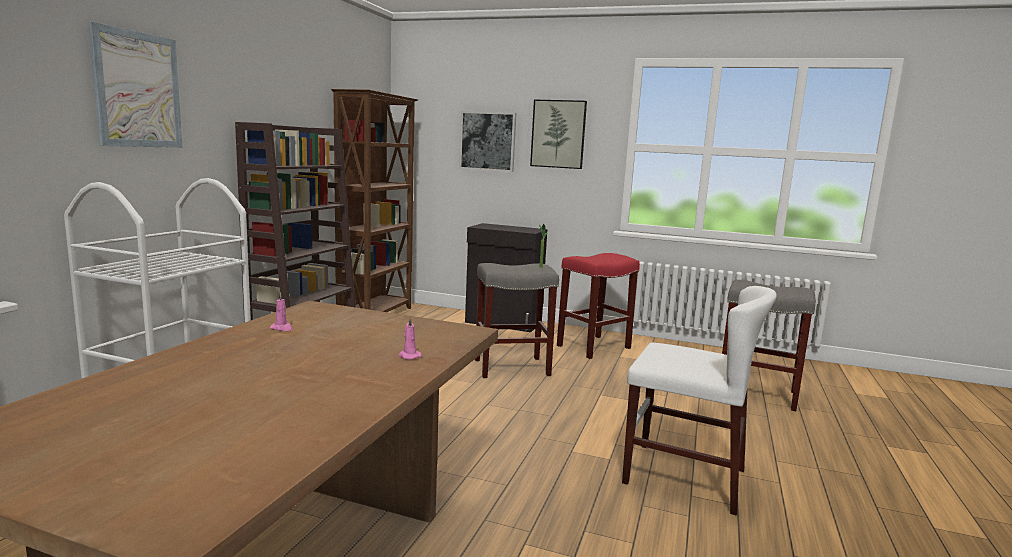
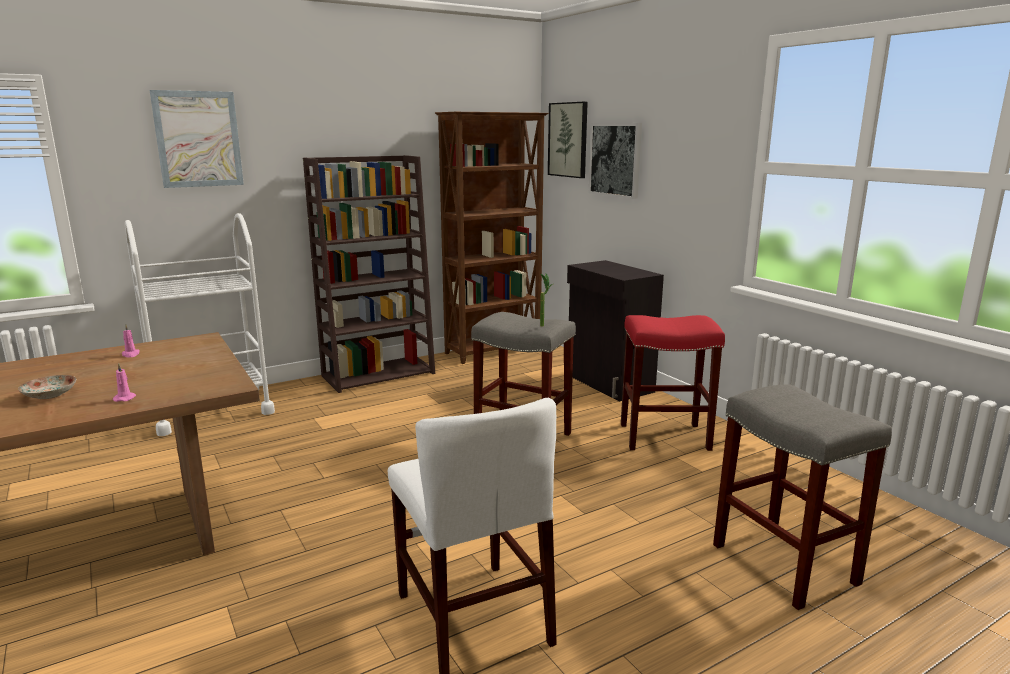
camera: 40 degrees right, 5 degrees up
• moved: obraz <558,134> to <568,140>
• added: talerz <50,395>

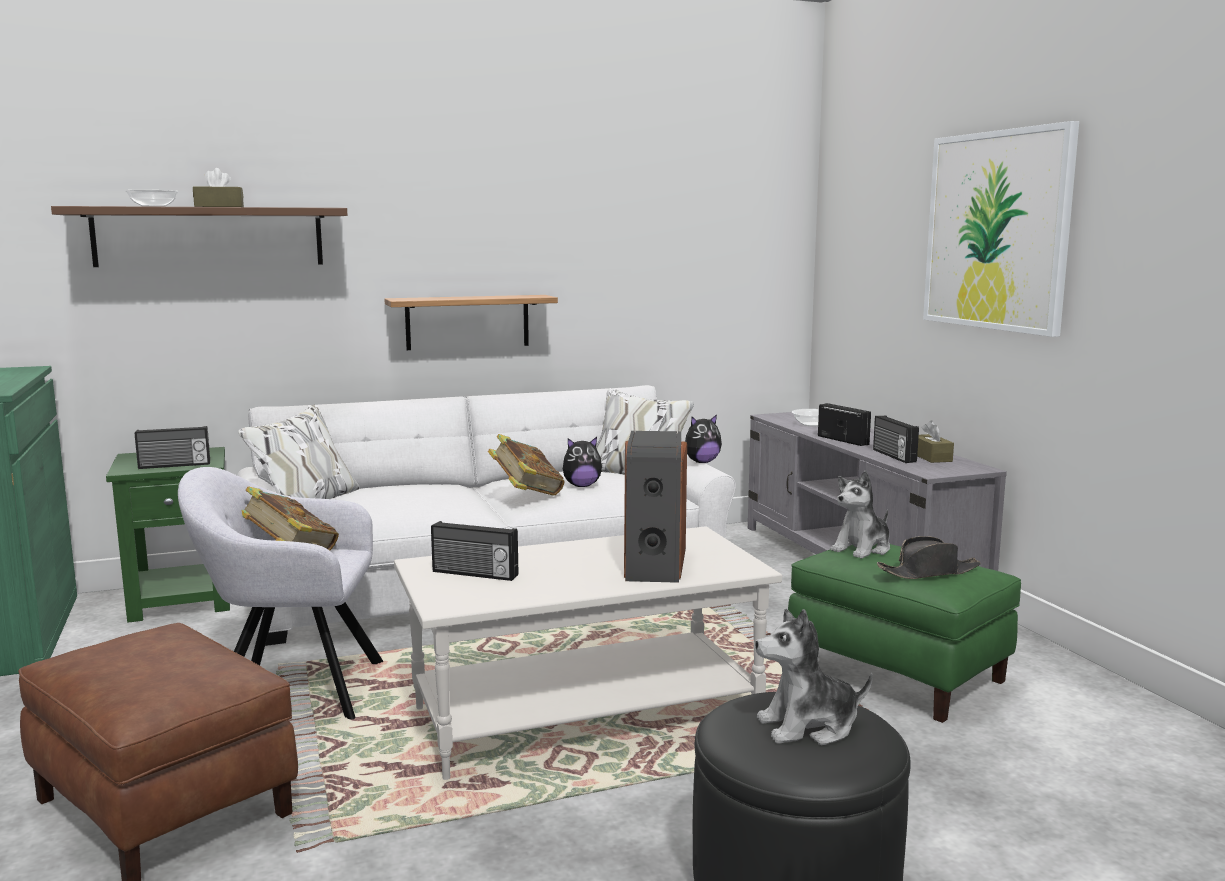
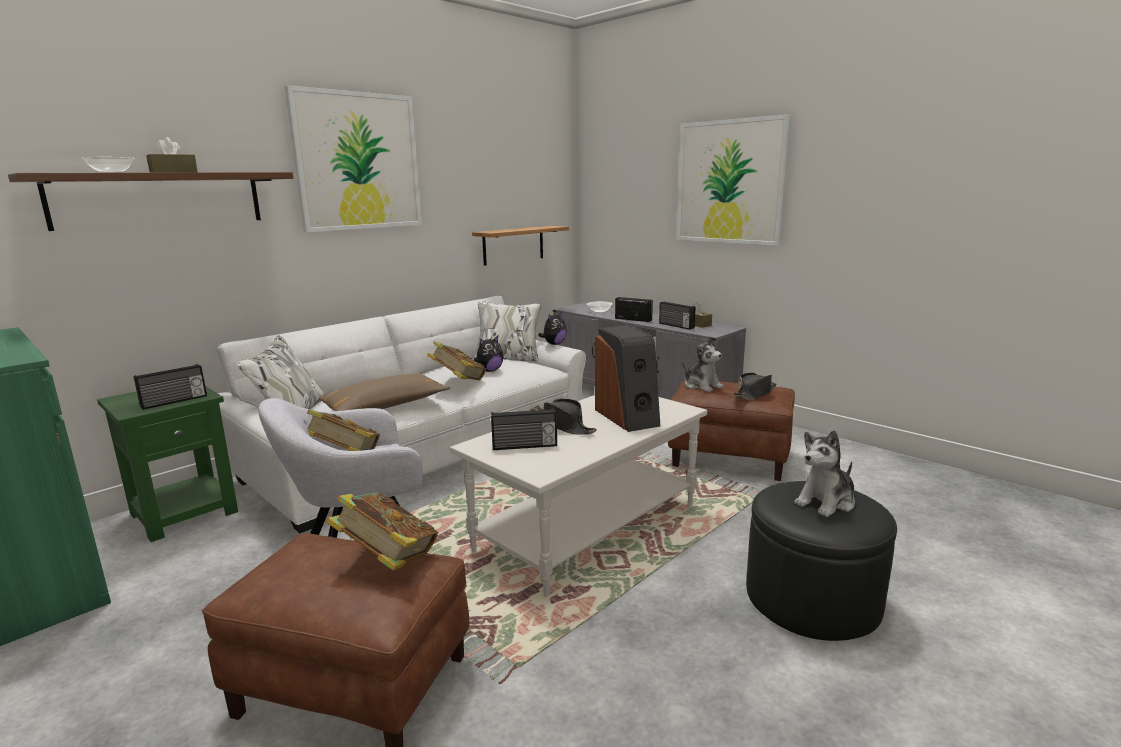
camera: 25 degrees left, 5 degrees up
• moved: półka <467,322> to <513,245>
• turned: pluszak <862,549> = <701,386> 60 degrees counterclockwise
• recoloured: pufa (zielony) <898,674> to pufa (brązowy) <730,457>
• added: obraz <358,162>
• added: poduszka (brązowy) <385,406>
• added: kapelusz (czarny) <562,425>
• added: książka <387,560>

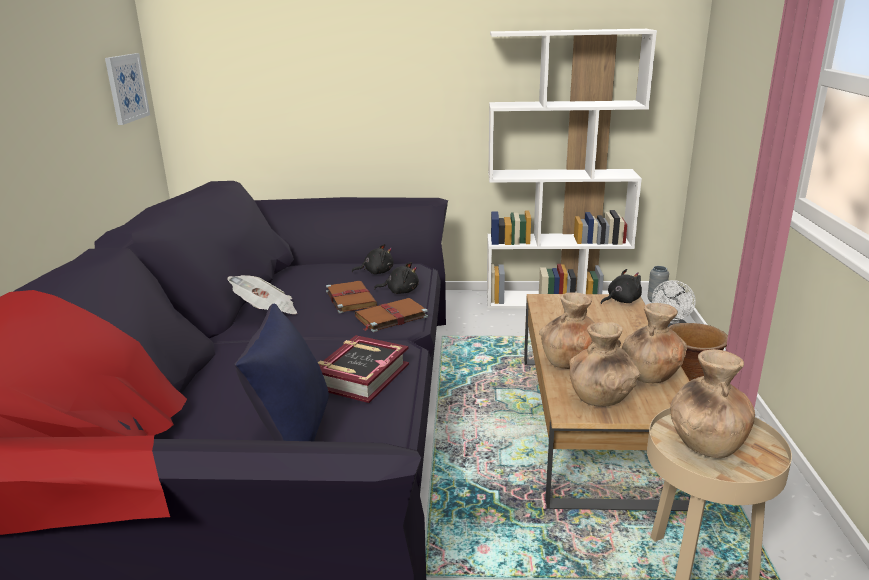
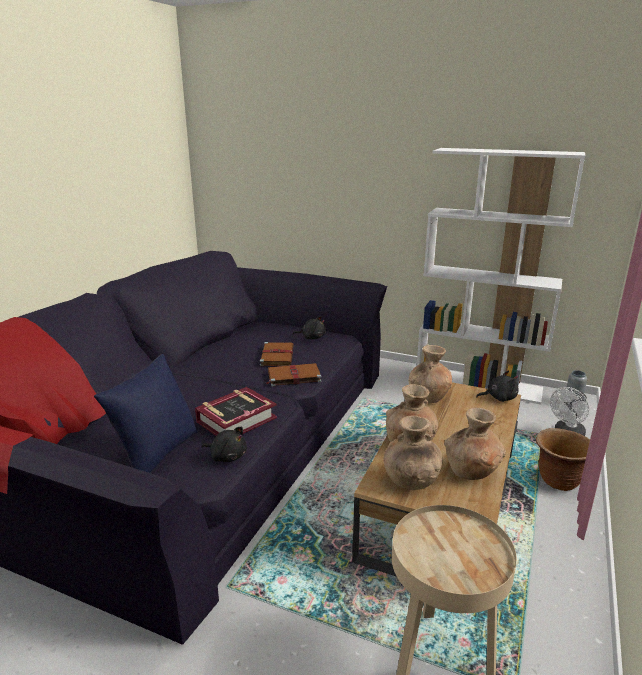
camera: 20 degrees right, 0 degrees up
• removed: obraz <126,88>
• moved: pluszak (czarny) <400,291> to <227,456>
• removed: gazeta <266,311>
• moved: wazon (brązowy) <706,442> to <428,397>

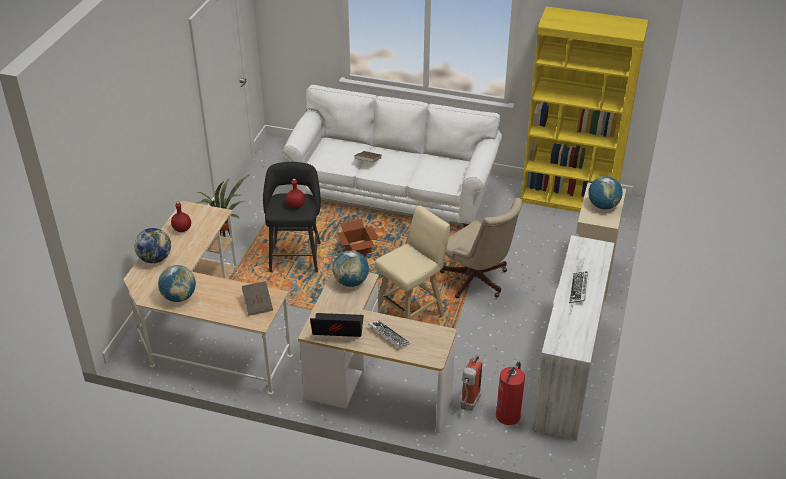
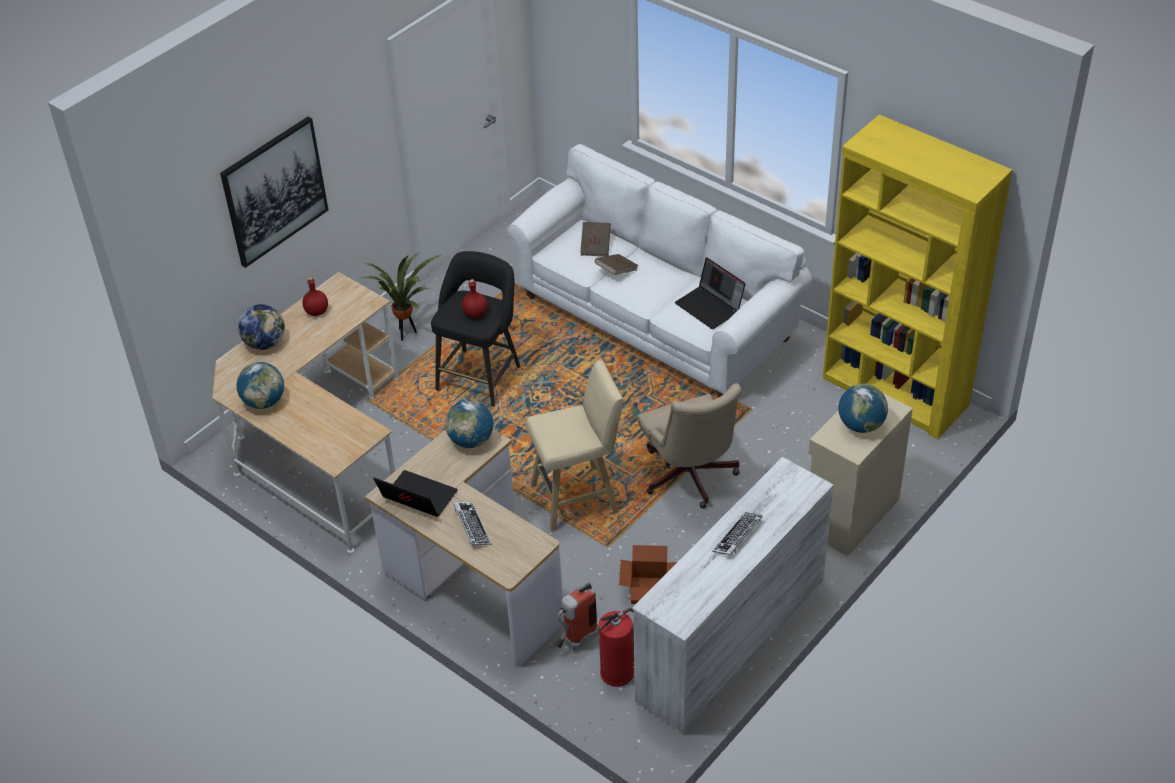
camera: 25 degrees right, 5 degrees up
• moved: karton <357,249> to <648,591>
• moved: książka (brązowy) <258,304> to <595,246>
• added: obraz <274,191>
• added: laptop <710,307>

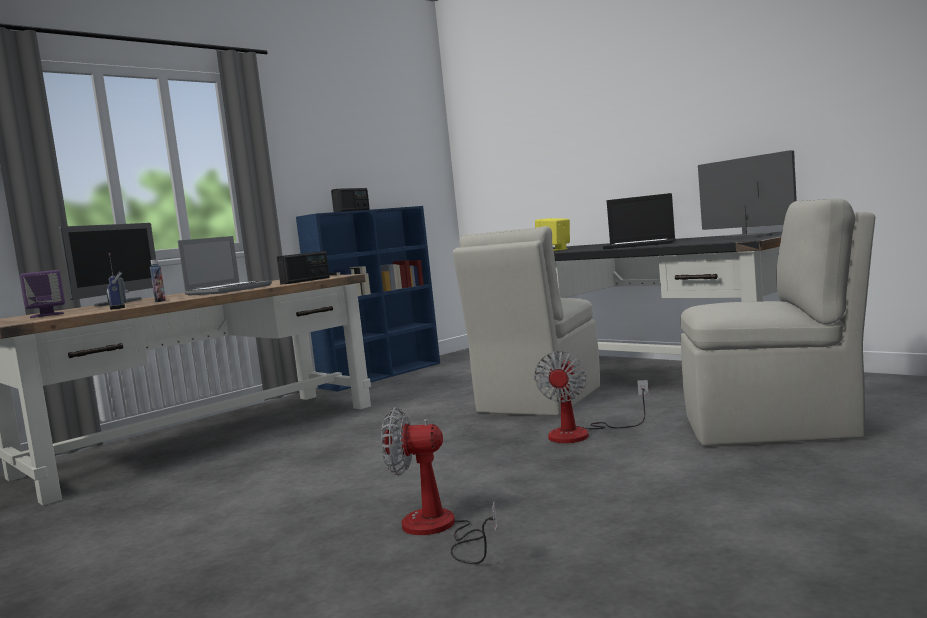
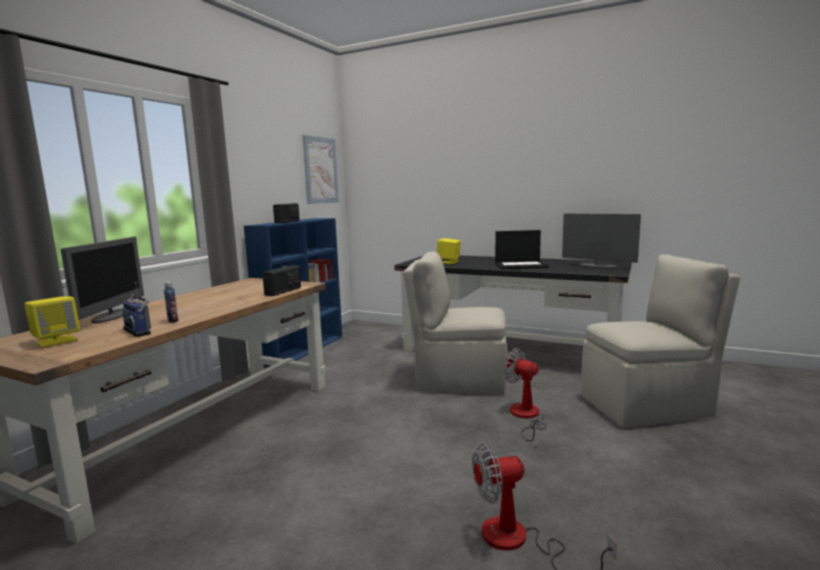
camera: 20 degrees left, 5 degrees up
• turned: krzesło (beżowy) <538,401> = <459,380> 90 degrees clockwise
• removed: laptop <229,290>
• recoloured: głośnik (fioletowy) <47,315> to głośnik (żółty) <56,341>
• turned: wentylator <582,433> = <526,417> 135 degrees clockwise
• added: obraz <320,170>

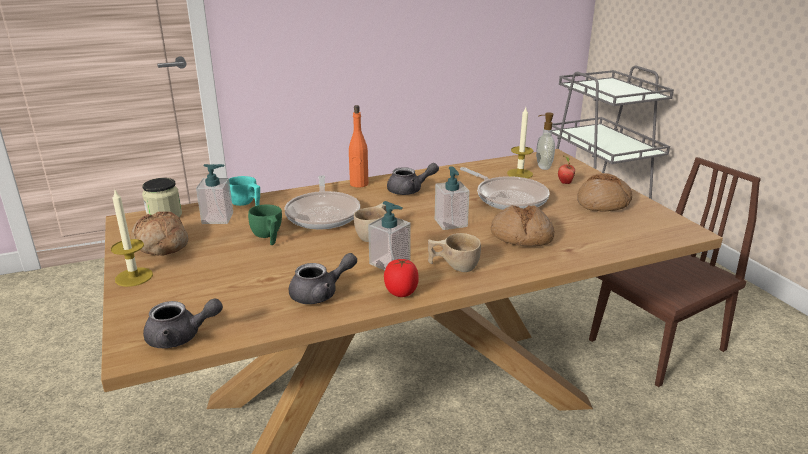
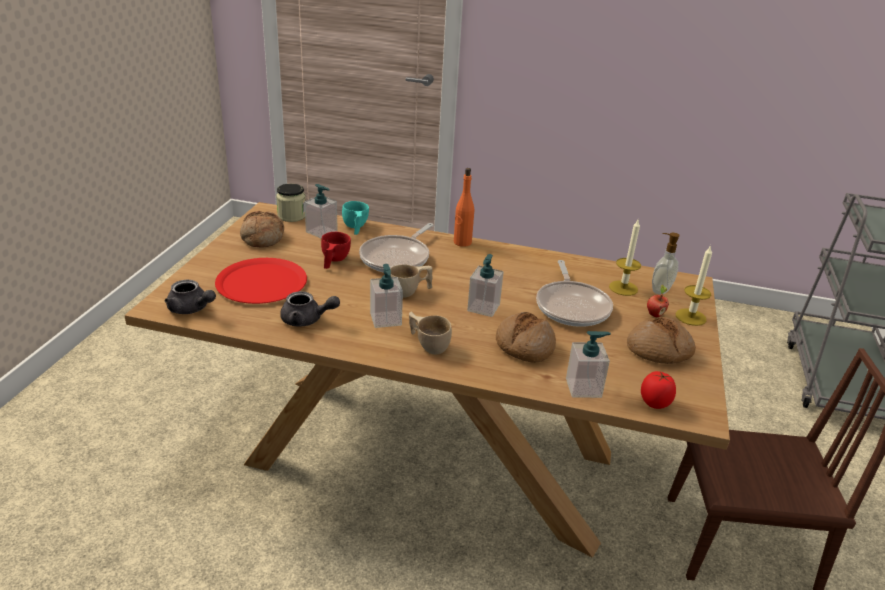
camera: 35 degrees right, 5 degrees up
• removed: imbryk (szary) <410,190>
• moved: świeca <134,277> to <690,317>
• recoloured: filiżanka (zielony) <268,237> to filiżanka (czerwony) <333,261>
• moved: pomidor <401,292> to <654,403>
• added: talerz (czerwony) <261,283>
• added: dozownik mydła <583,388>

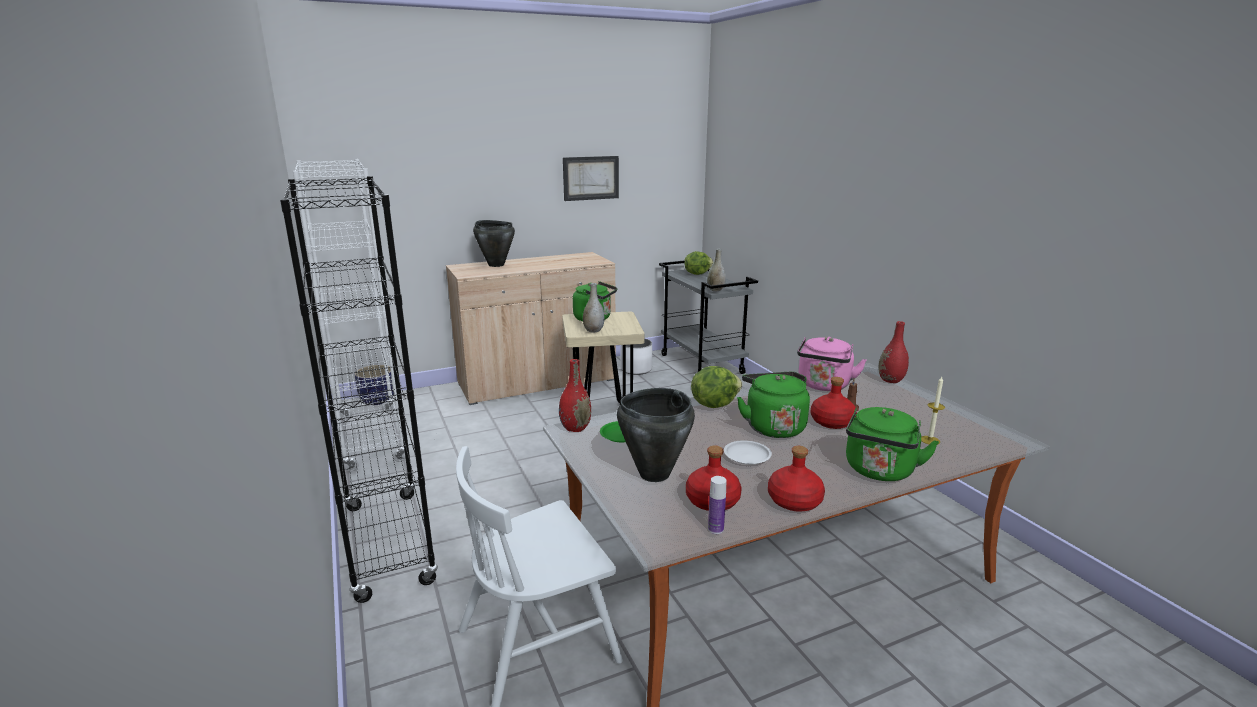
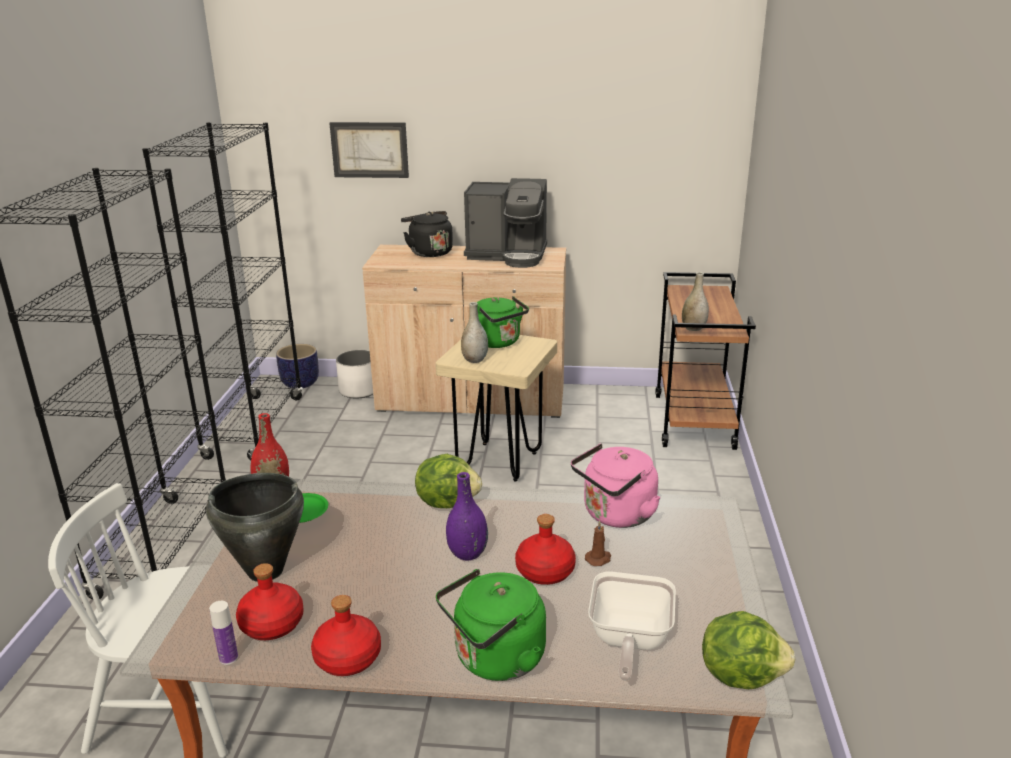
camera: 30 degrees right, 5 degrees up
• moved: obraz <591,178> to <369,150>
• recoloured: regał (biały) <371,438> to regał (czarny) <255,427>
• replaced: garnek (czarny) <496,265> to czajnik (czarny) <429,252>
• moved: sałata <697,273> to <740,674>
• recoloured: wózek (szary) <702,364> to wózek (brązowy) <695,422>
• removed: wazon (czerwony) <891,380>
• moved: donica (biały) <635,369> to <358,390>
• replaced: czajnik (zielony) <773,426> to wazon (fioletowy) <467,554>
• replaced: świeca <930,440> to patelnia <628,641>
• removed: talerz (biały) <747,456>
• added: ekspres do kawy <508,255>

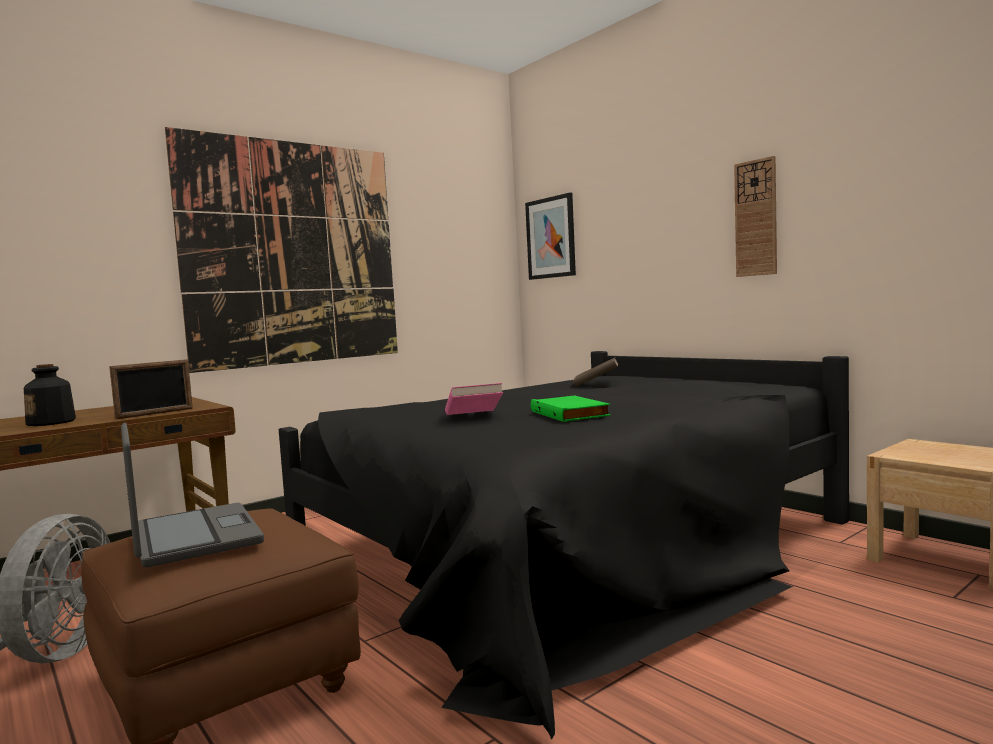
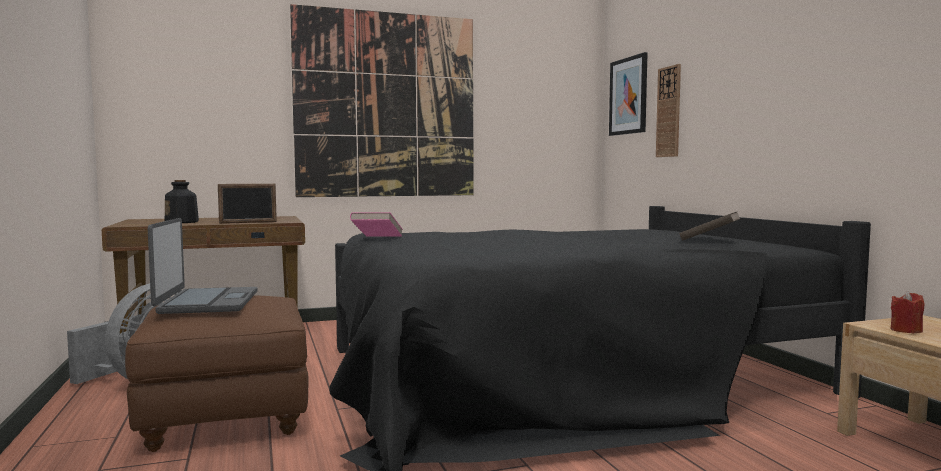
camera: 20 degrees right, 0 degrees up
• moved: zegar ścienny <756,218> to <669,112>
• moved: książka (brązowy) <596,384> to <709,240>
• moved: książka (różowy) <473,416> to <377,238>
• removed: książka (zielony) <571,413>
• added: świeca (czerwony) <906,330>

